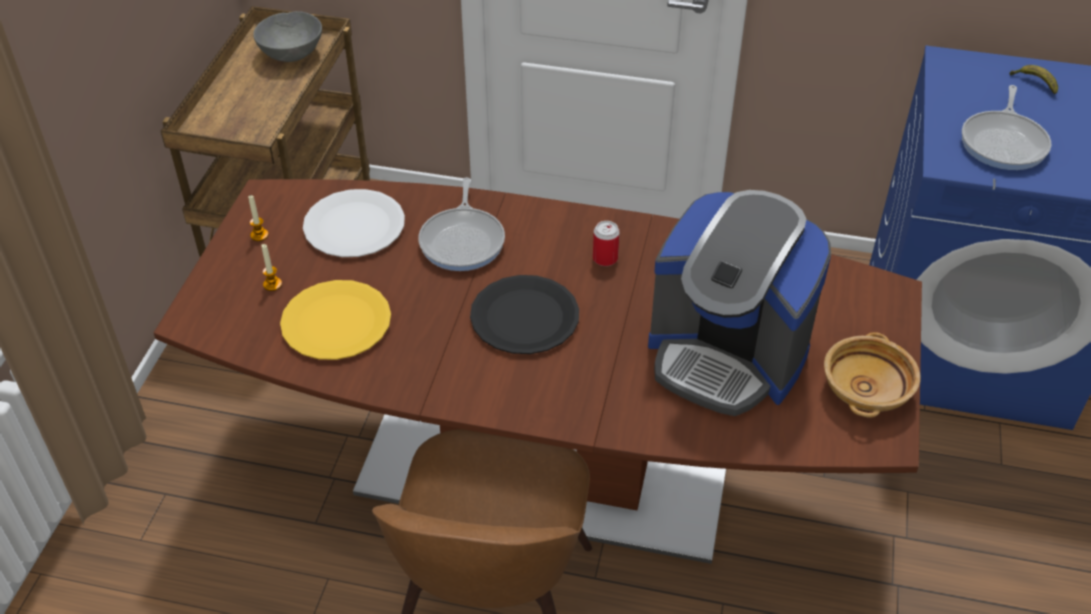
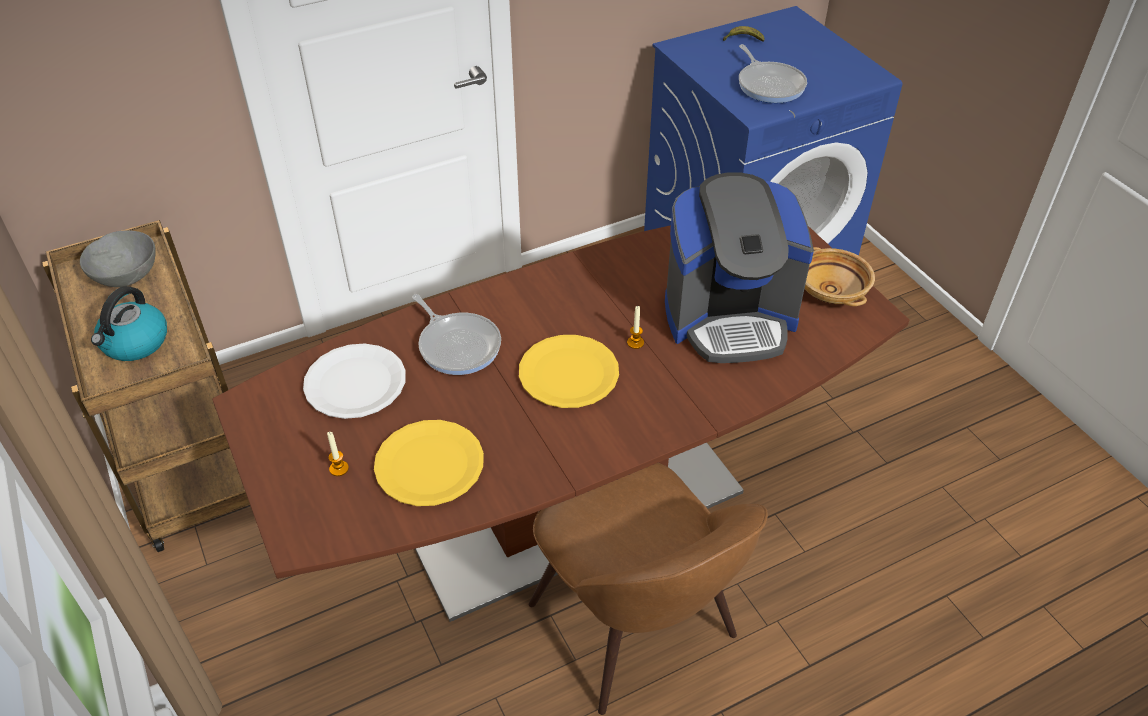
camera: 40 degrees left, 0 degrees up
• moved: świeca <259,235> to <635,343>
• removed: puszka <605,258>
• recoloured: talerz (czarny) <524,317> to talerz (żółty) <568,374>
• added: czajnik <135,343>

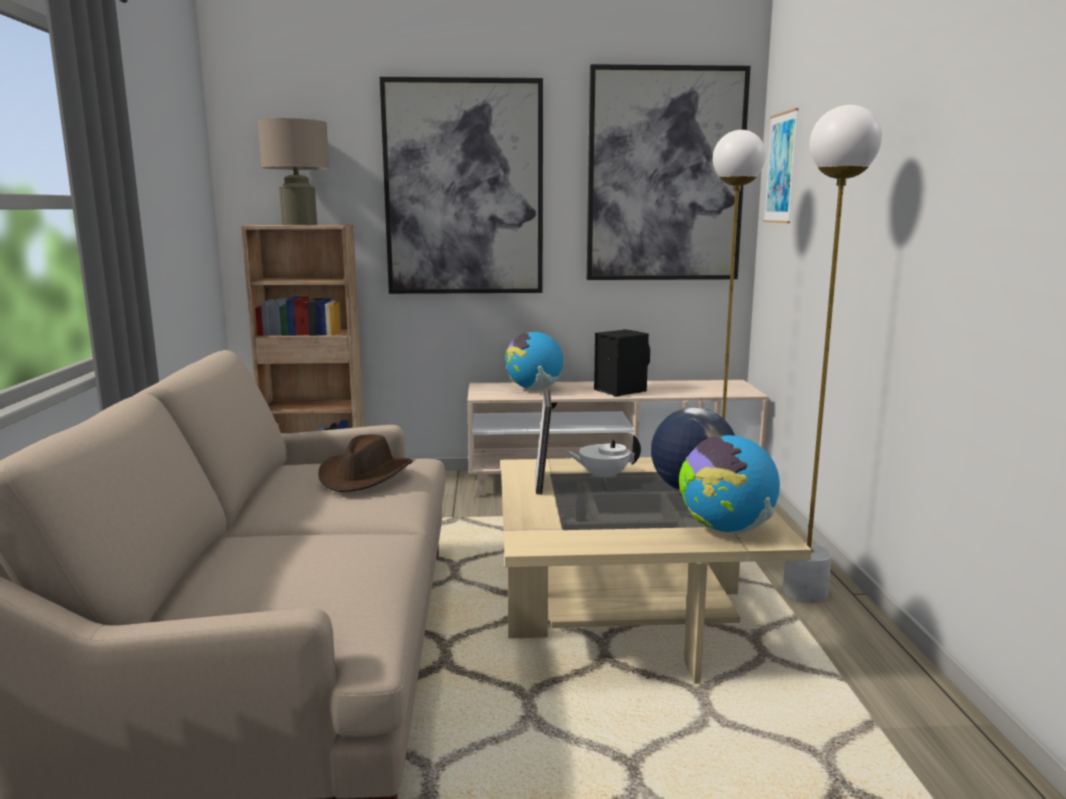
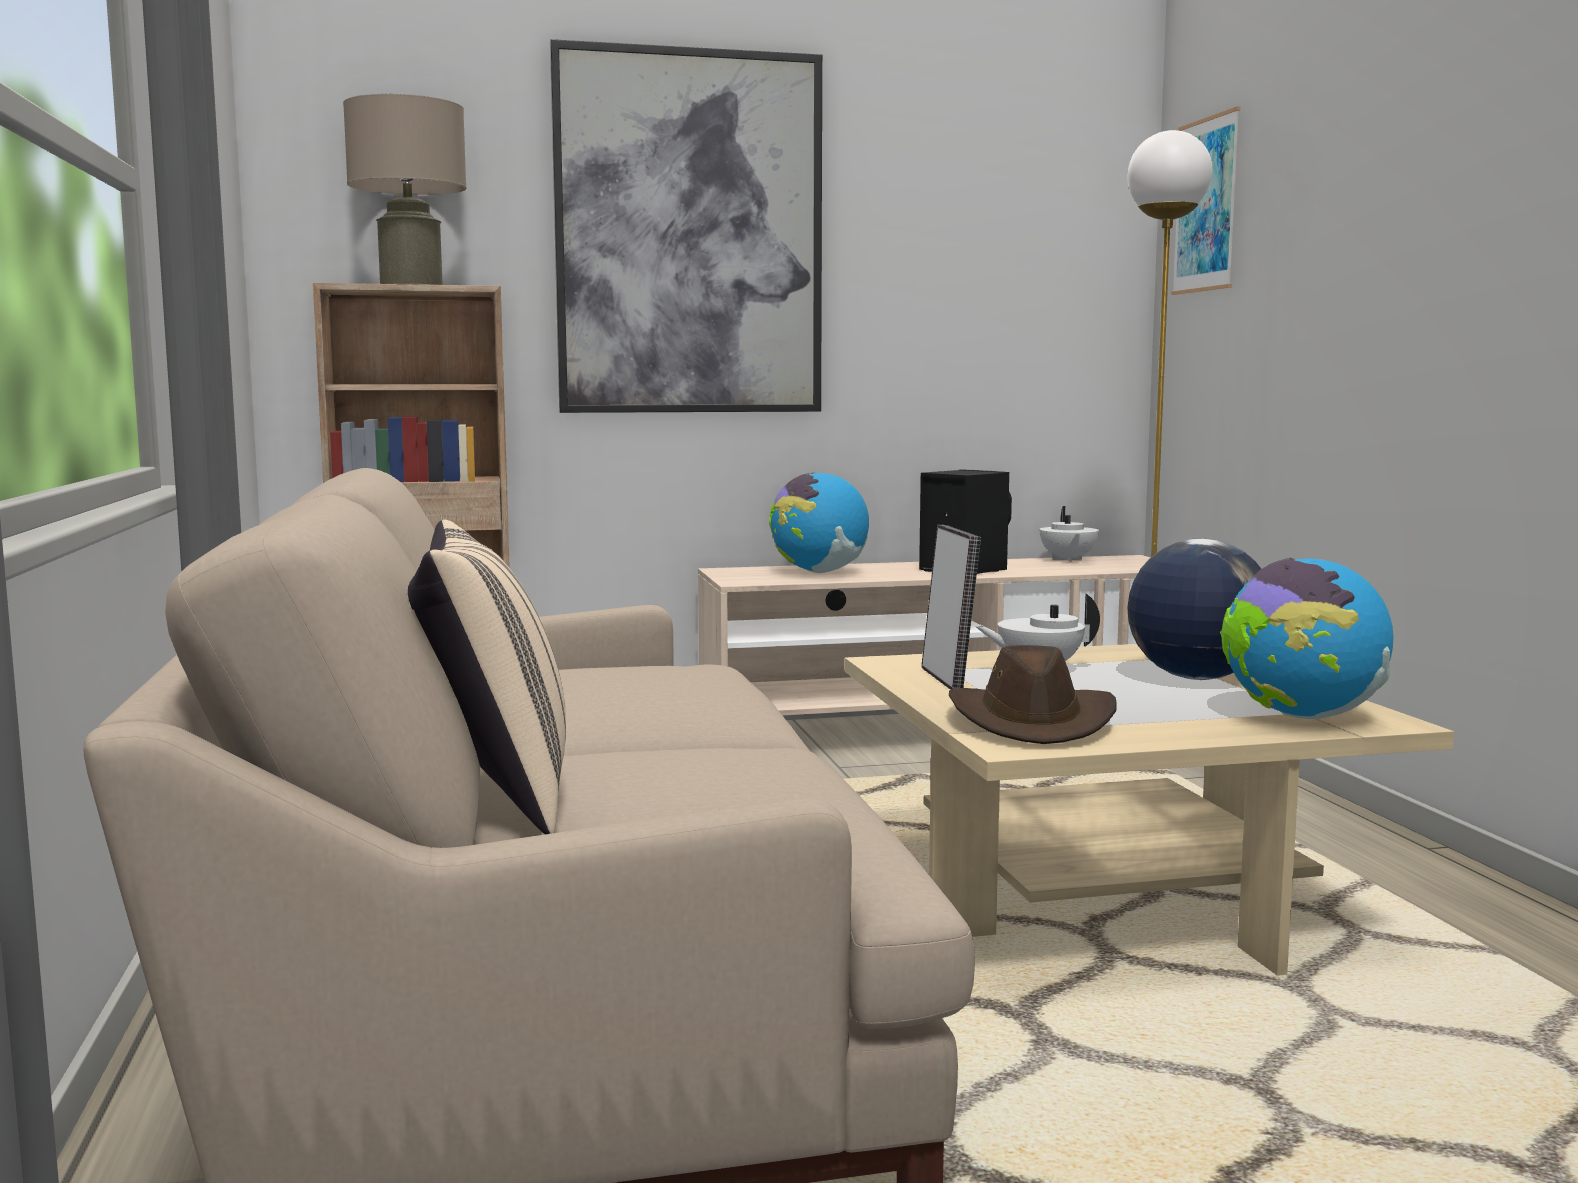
camera: 10 degrees left, 5 degrees down
• removed: obraz <665,175>
• removed: lampa stojąca (biały) <804,593>
• moved: kapelusz (brązowy) <365,476> to <1032,722>
• added: imbryk (biały) <1067,560>
• added: poduszka (beżowy) <491,797>

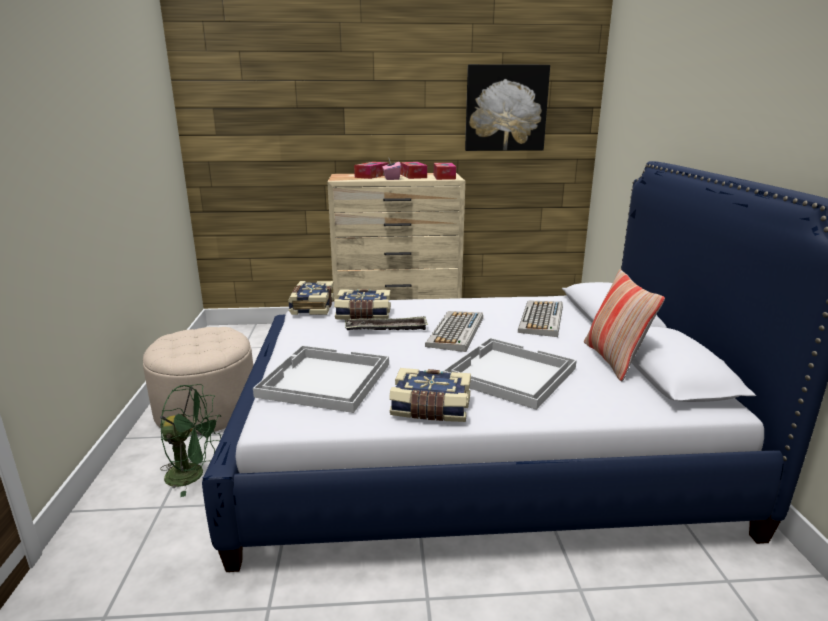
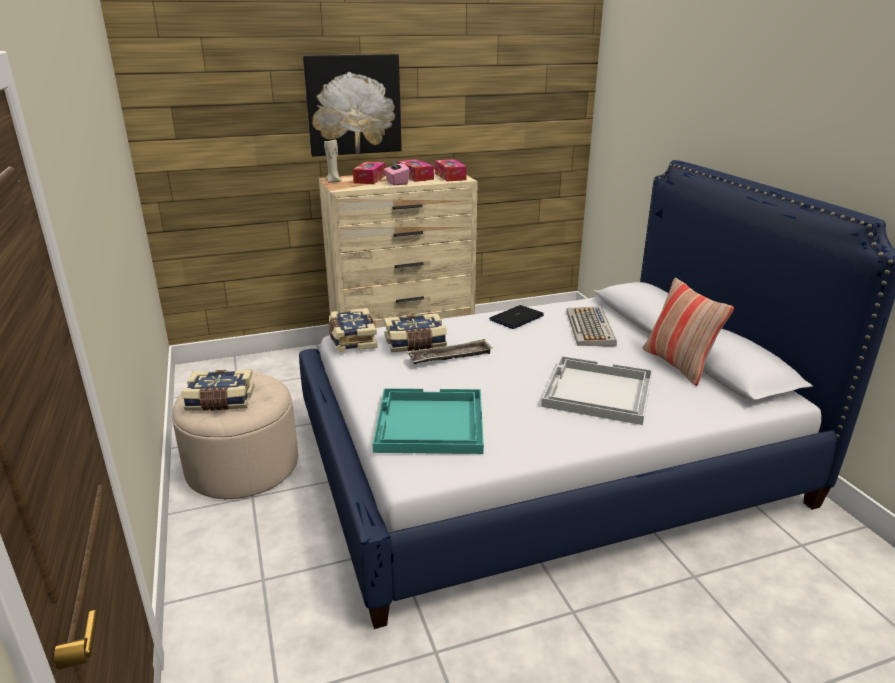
camera: 15 degrees left, 5 degrees up
• moved: obraz <505,108> to <353,105>
• removed: klawiatura <456,332>
• recoloured: taca (biały) <323,380> to taca (turkusowy) <429,423>
• moved: książka <430,408> to <220,401>
• removed: wentylator (zielony) <193,475>
• added: świeca (beżowy) <334,182>
• added: laptop <516,318>

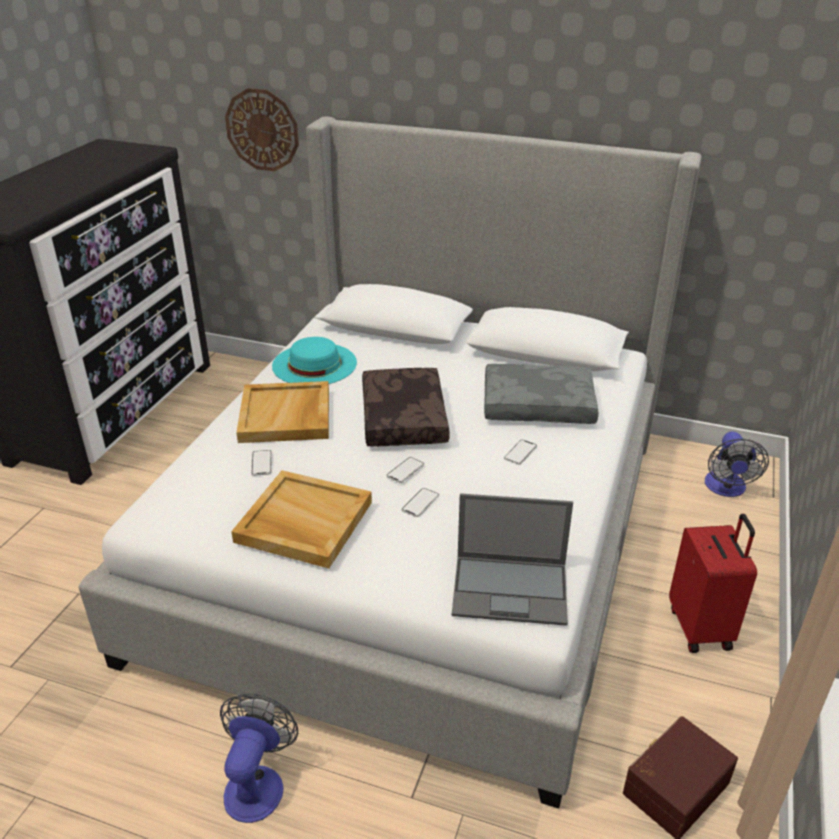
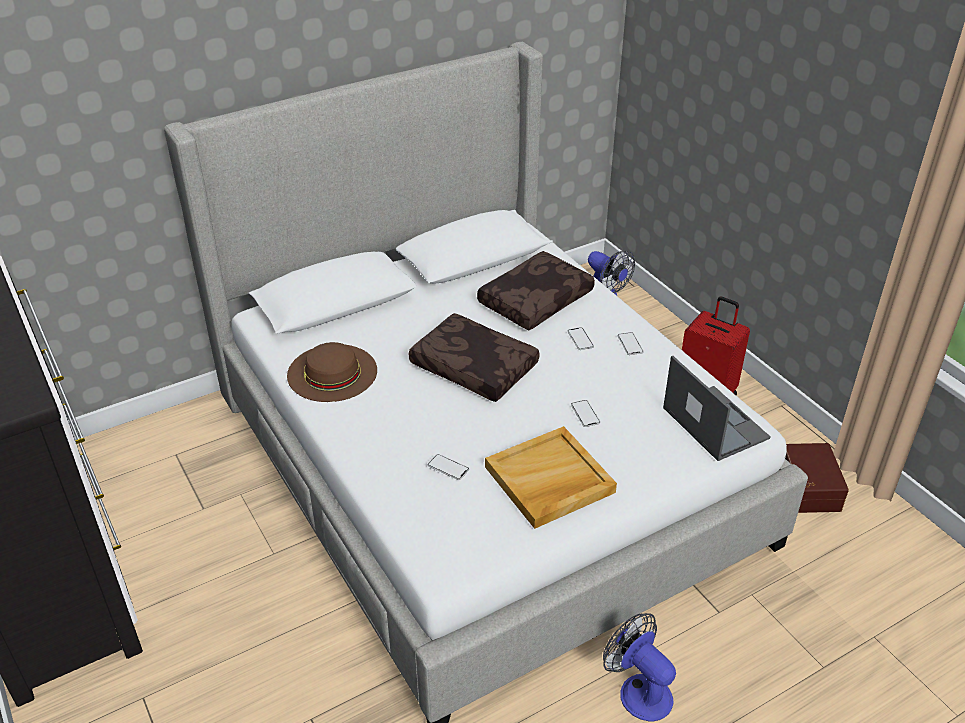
camera: 50 degrees left, 5 degrees up
• removed: zegar ścienny <262,130>
• recoloured: kapelusz (turkusowy) <314,364> to kapelusz (brązowy) <332,372>
• recoloured: poduszka (szary) <539,405> to poduszka (brązowy) <535,299>
• removed: taca (beżowy) <286,416>
• moved: telefon <405,470> to <630,344>
• turned: laptop <511,589> = <714,422> 75 degrees counterclockwise

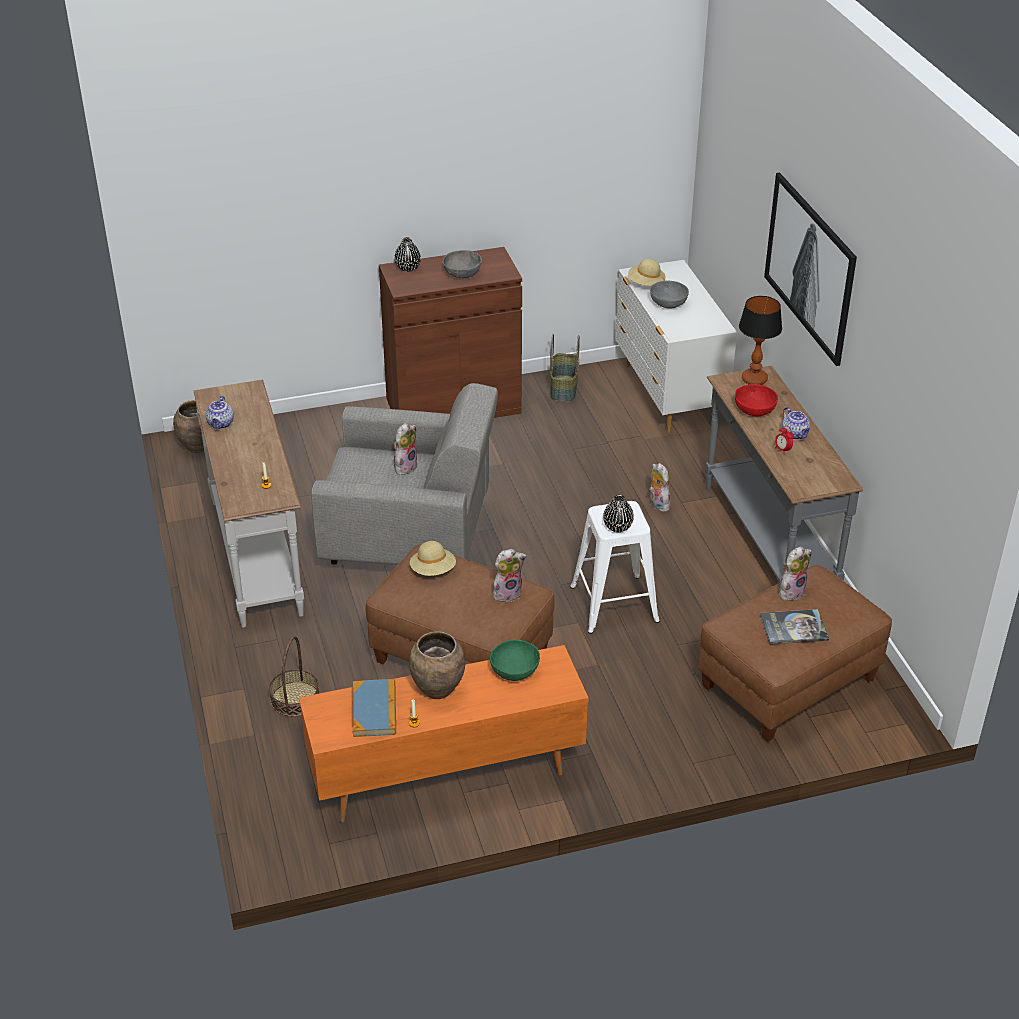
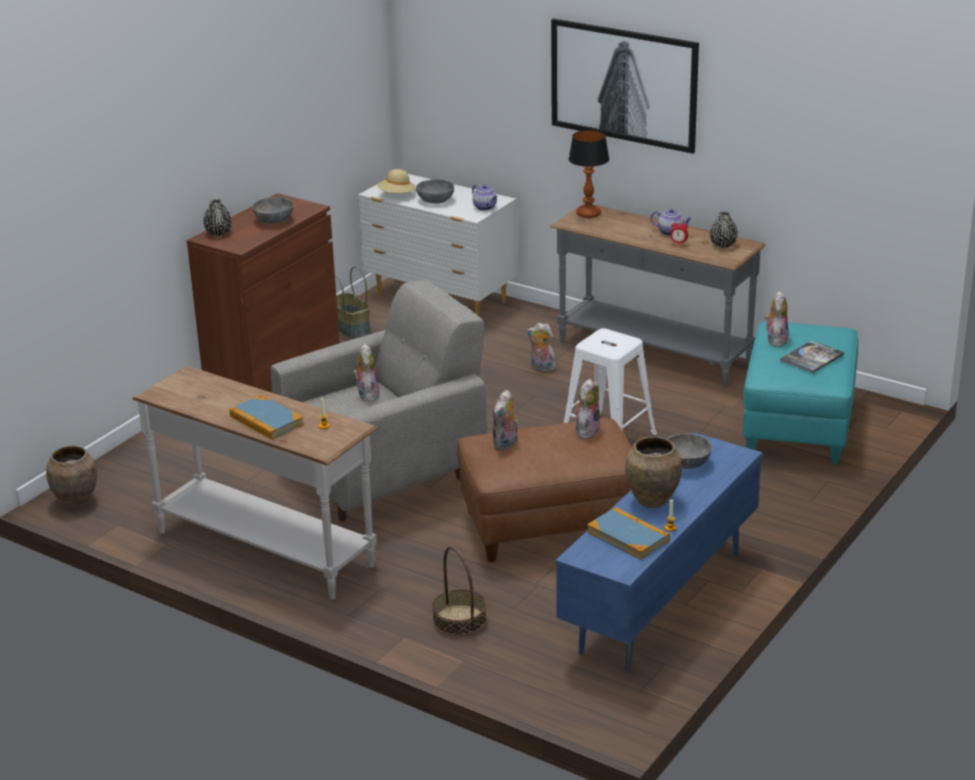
camera: 40 degrees left, 10 degrees down
• removed: miska (czerwony) <754,410>
• moved: imbryk <221,424> to <485,207>
• moved: wazon (czarny) <617,527> to <723,245>
• replaced: kapelusz (beżowy) <433,570> to pluszak <506,445>
• recoloured: pufa (brązowy) <788,685> to pufa (turkusowy) <799,427>
• recoloured: miska (zielony) <515,671> to miska (szary) <686,463>
• recoloured: szafka pod telewizor (pomarańczowy) <446,778> to szafka pod telewizor (niebieski) <660,602>
• added: książka <266,420>

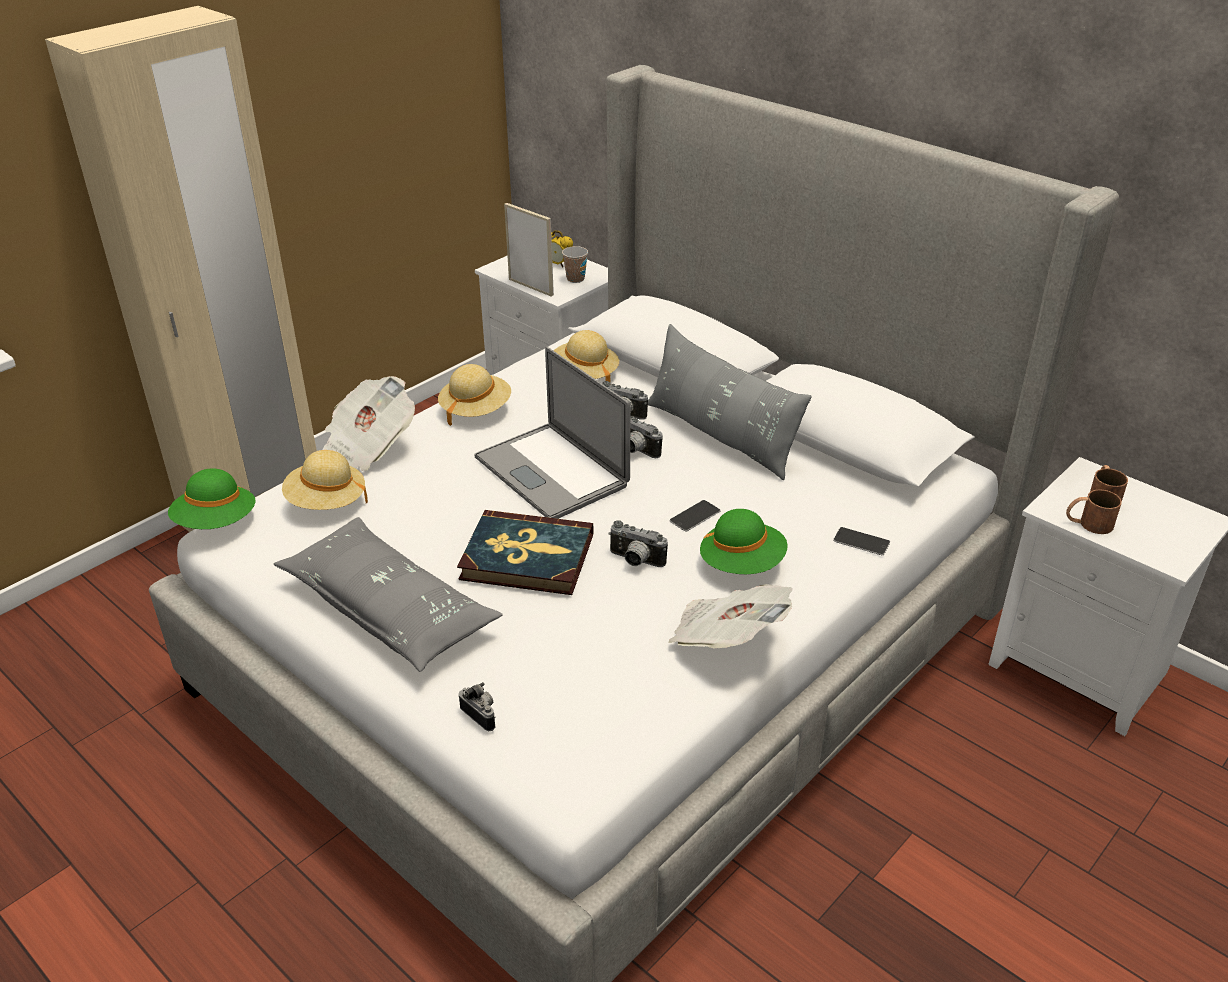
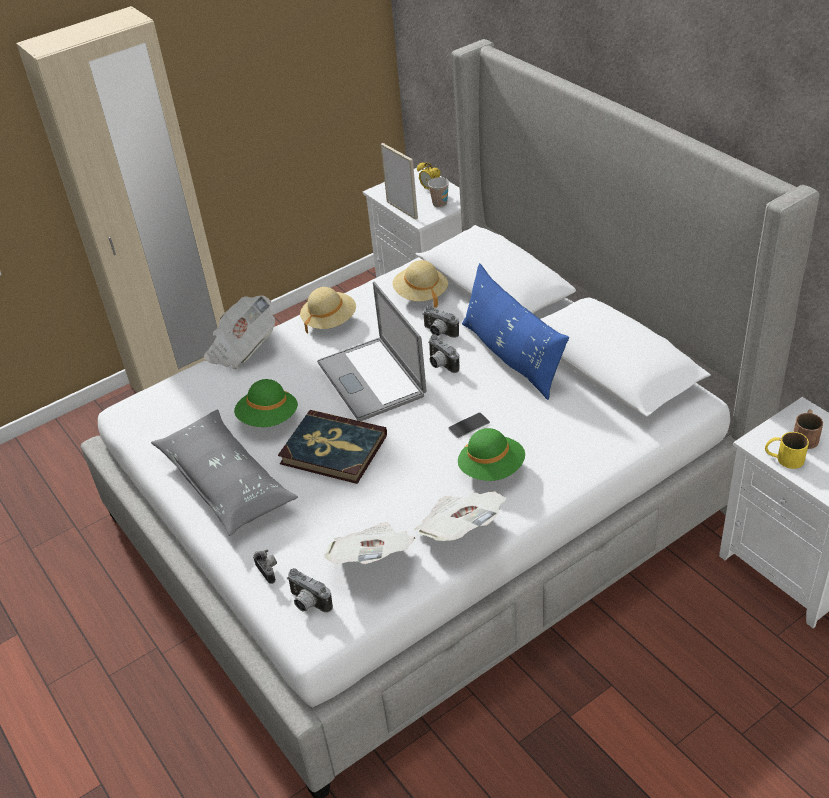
camera: 15 degrees right, 5 degrees up
• recoloured: poduszka (szary) <721,436> to poduszka (niebieski) <511,356>
• removed: kapelusz (beżowy) <326,502>
• moved: kapelusz (zielony) <216,523> to <268,419>
• recoloured: kubek (brązowy) <1088,523> to kubek (żółty) <783,458>
• moved: aparat fotograficzny <635,561> to <307,603>
• removed: telefon <861,541>
• added: gazeta <373,559>

